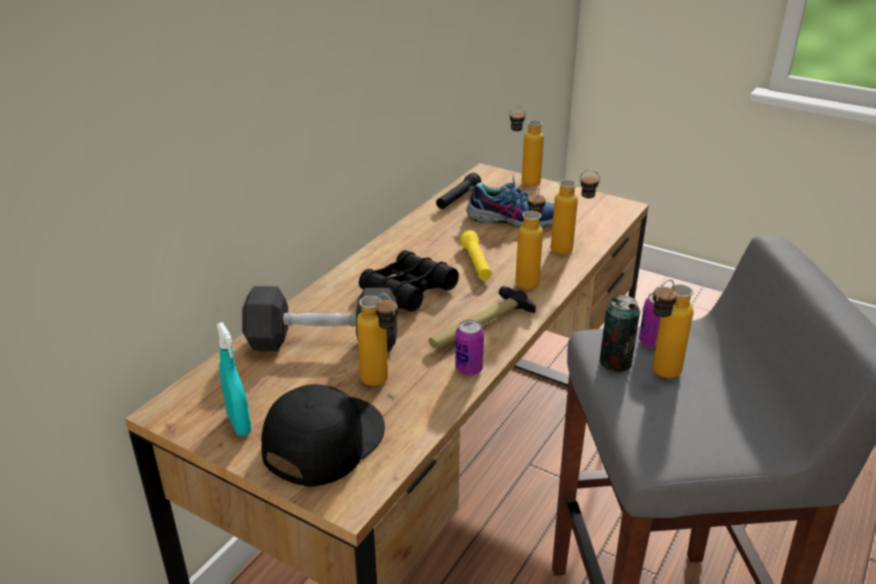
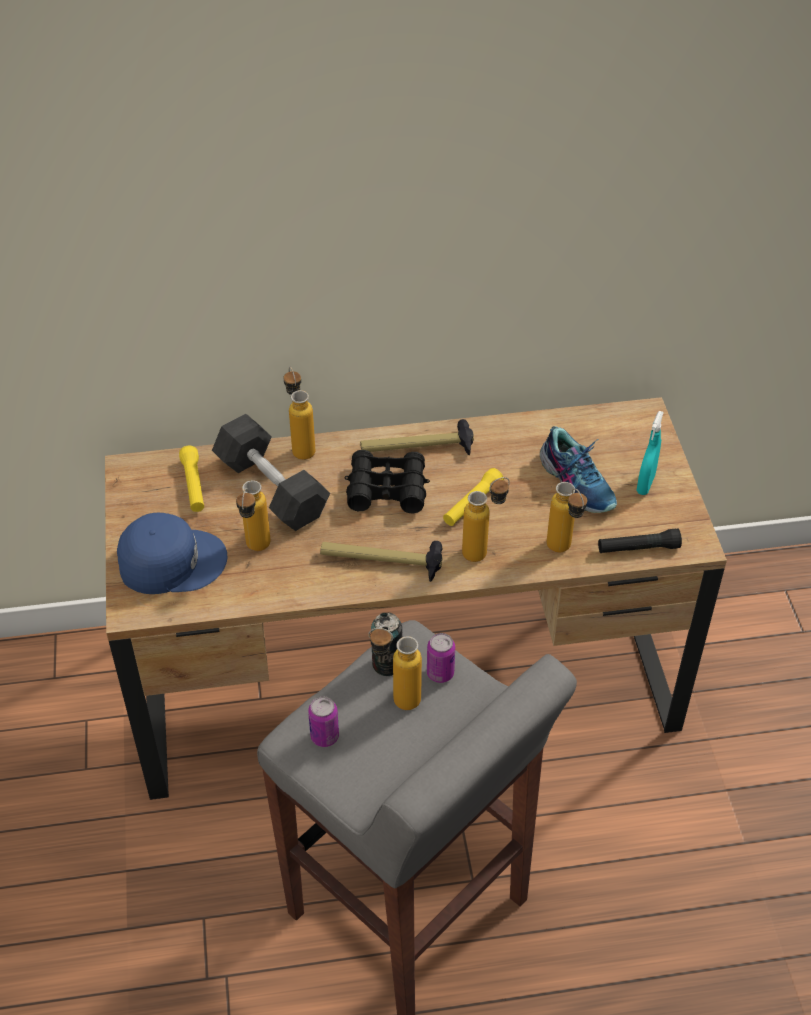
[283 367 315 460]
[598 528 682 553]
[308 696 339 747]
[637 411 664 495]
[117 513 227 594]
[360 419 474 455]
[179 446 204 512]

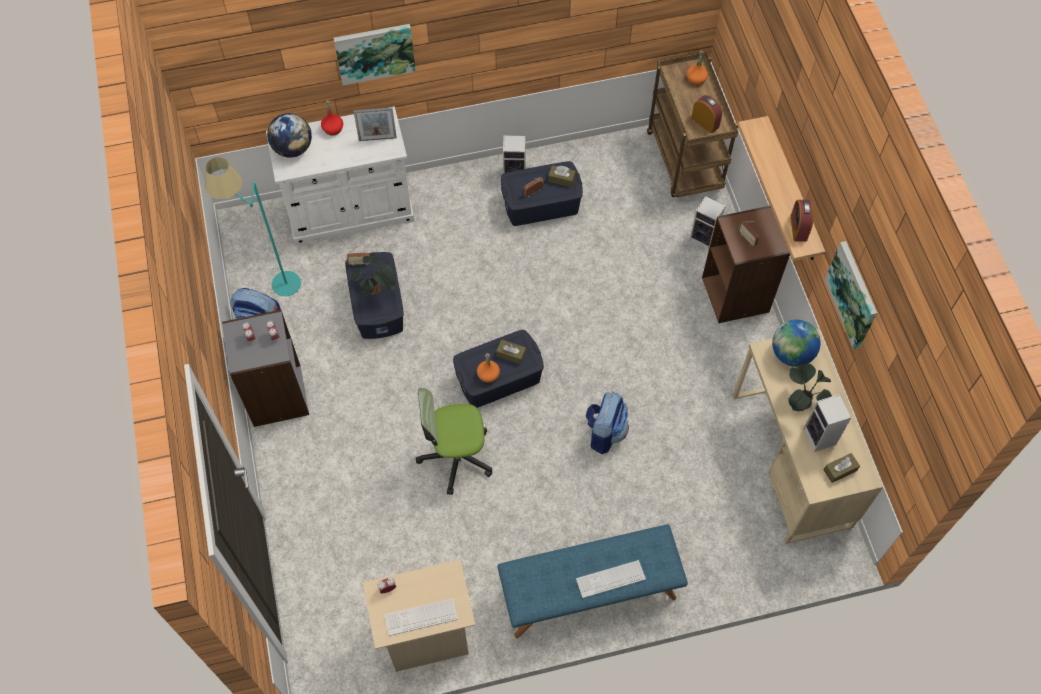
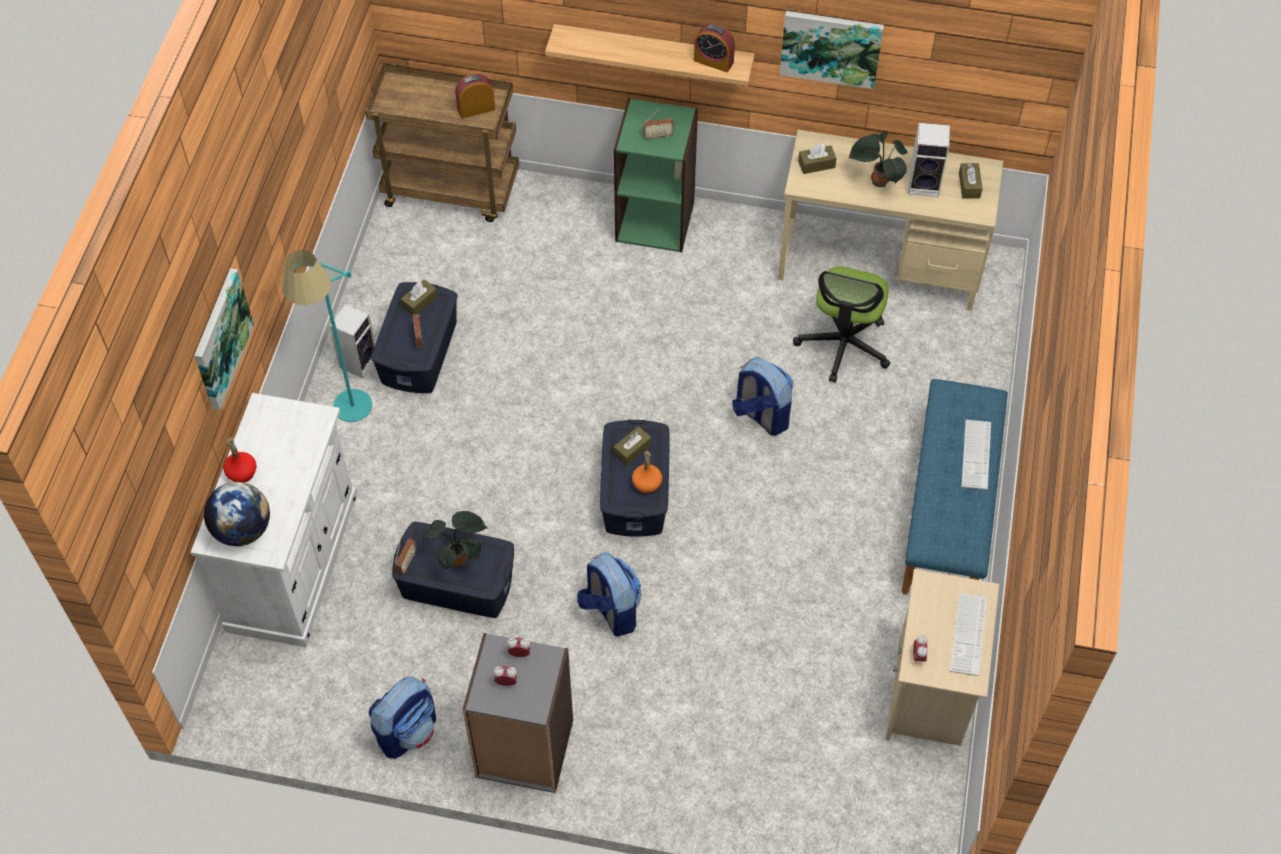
[687 51 708 86] (first image)
[353 107 397 141] (first image)
[282 250 372 422]
[689 196 726 251] (first image)
[614 98 698 252]
[798 144 837 174]
[793 267 890 383]
[577 552 641 637]

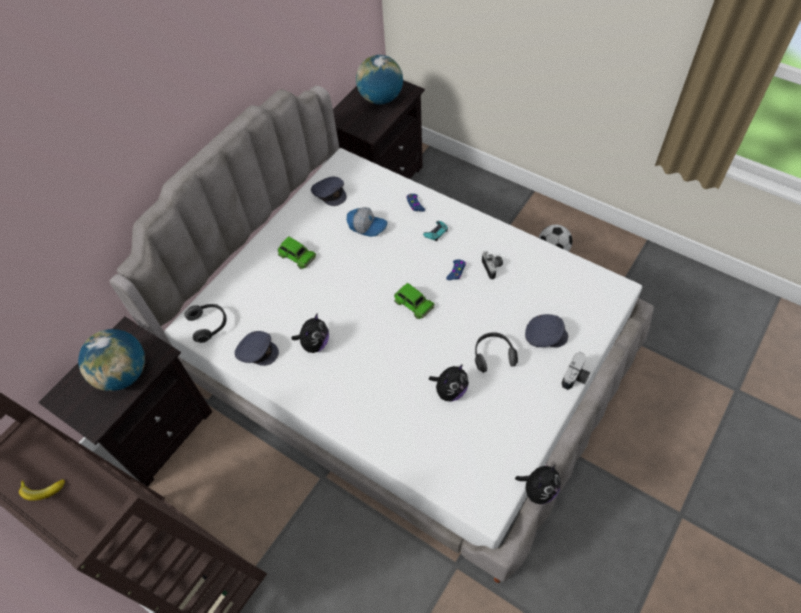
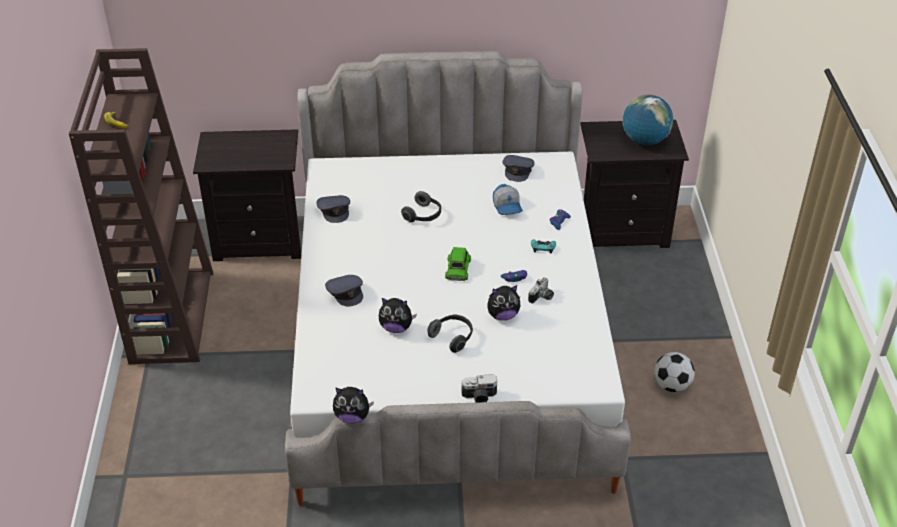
[278 236 316 269] (first image)
[401 191 441 222]
[488 285 520 321]
[325 275 363 307]
[78 329 145 391] (first image)

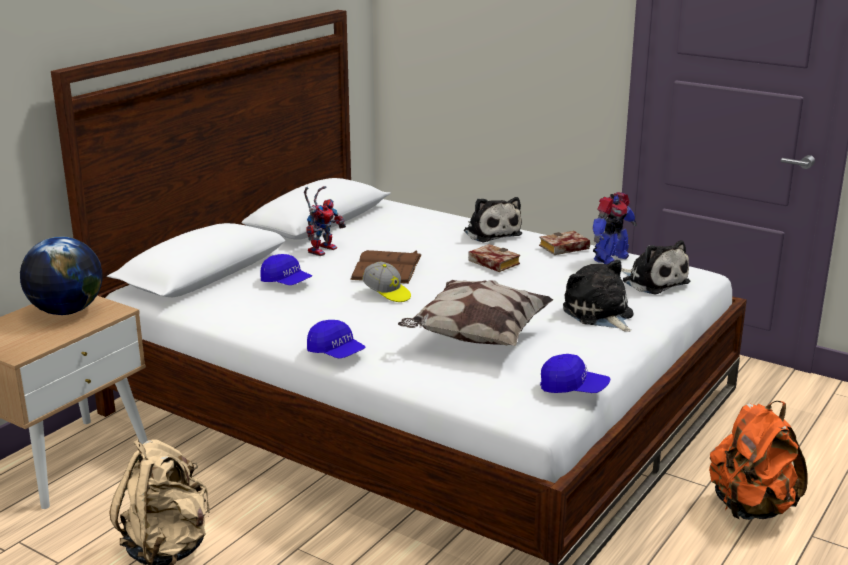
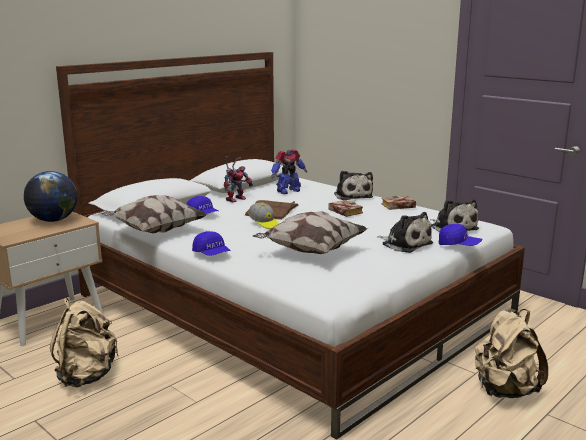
[271 149 307 194]
[377 212 433 253]
[438 224 483 246]
[475 309 548 398]
[101 195 208 234]

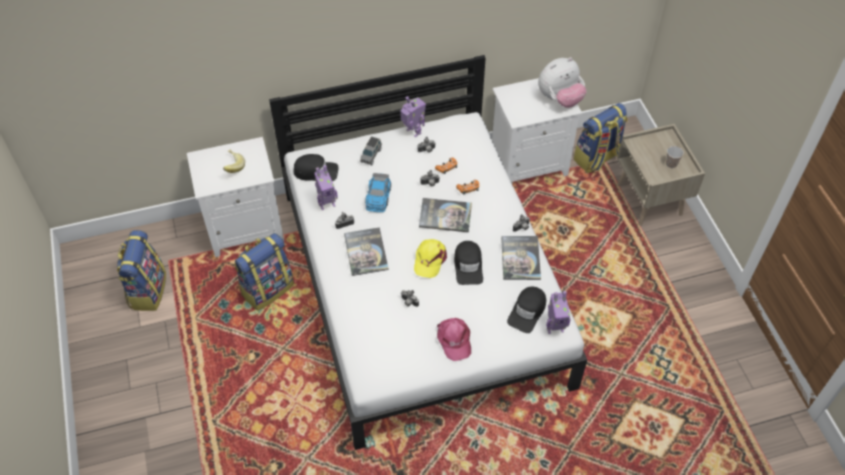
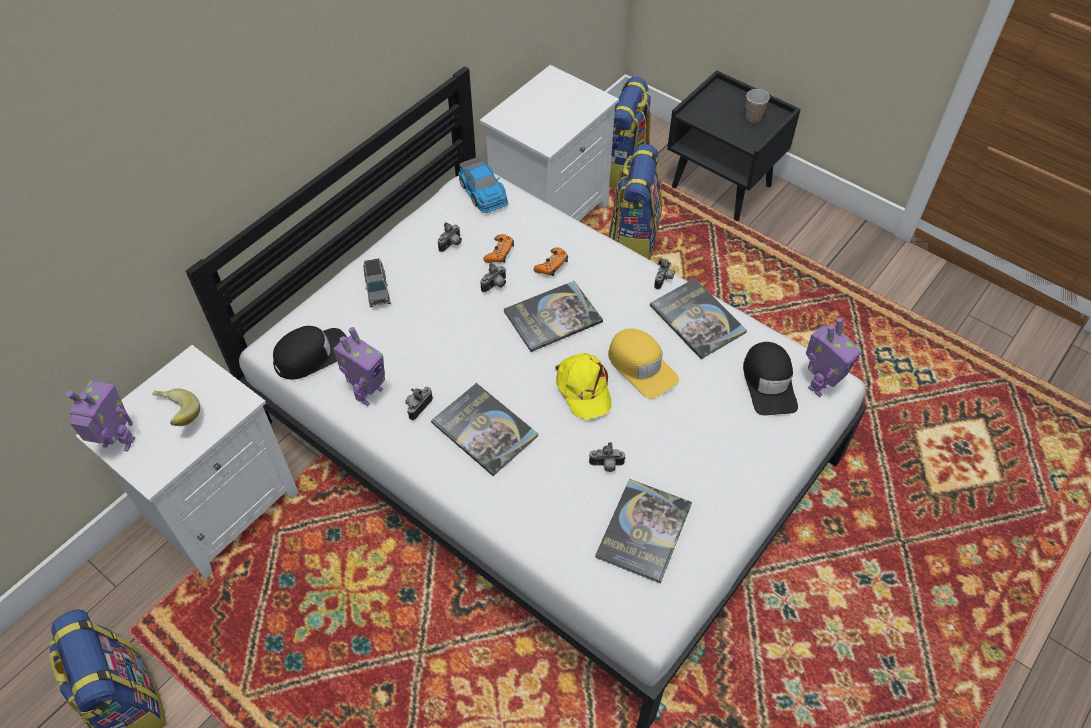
[538 57 586 108] (first image)
[66 380 135 452]
[667 70 801 221]
[459 156 508 213]
[608 144 662 260]
[608 329 679 399]
[437 318 471 361] (first image)
[595 479 692 584]

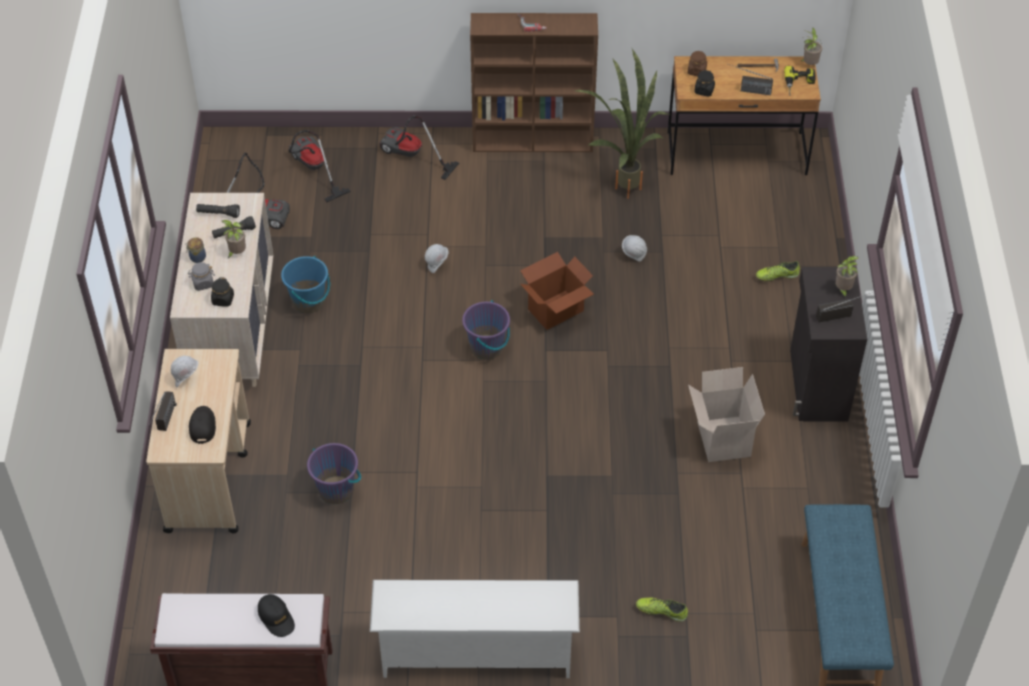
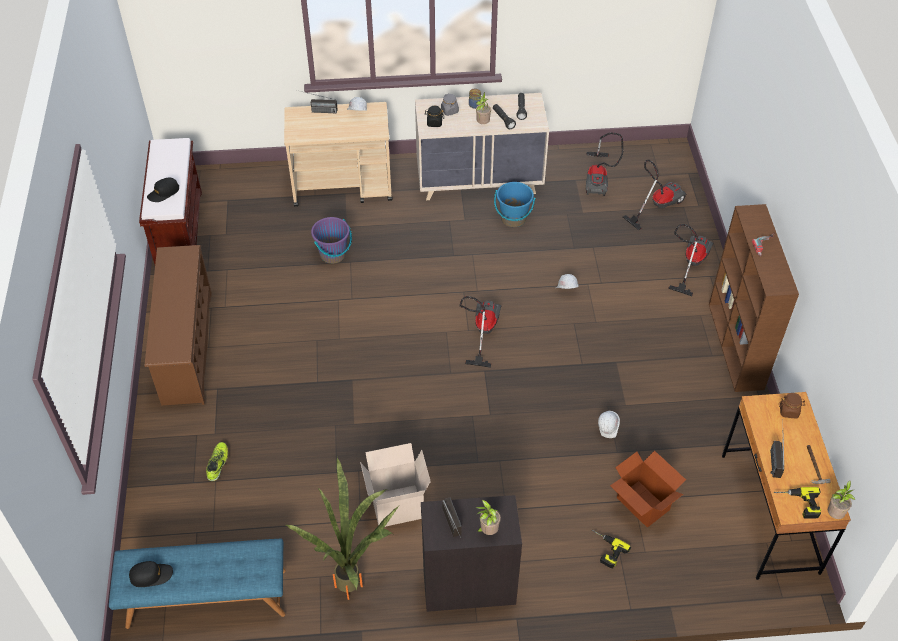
[286 457 399 600]
[694 70 715 97] (first image)
[610 450 686 527]
[592 530 631 568]
[459 296 501 368]
[129 561 173 587]
[145 245 212 406]

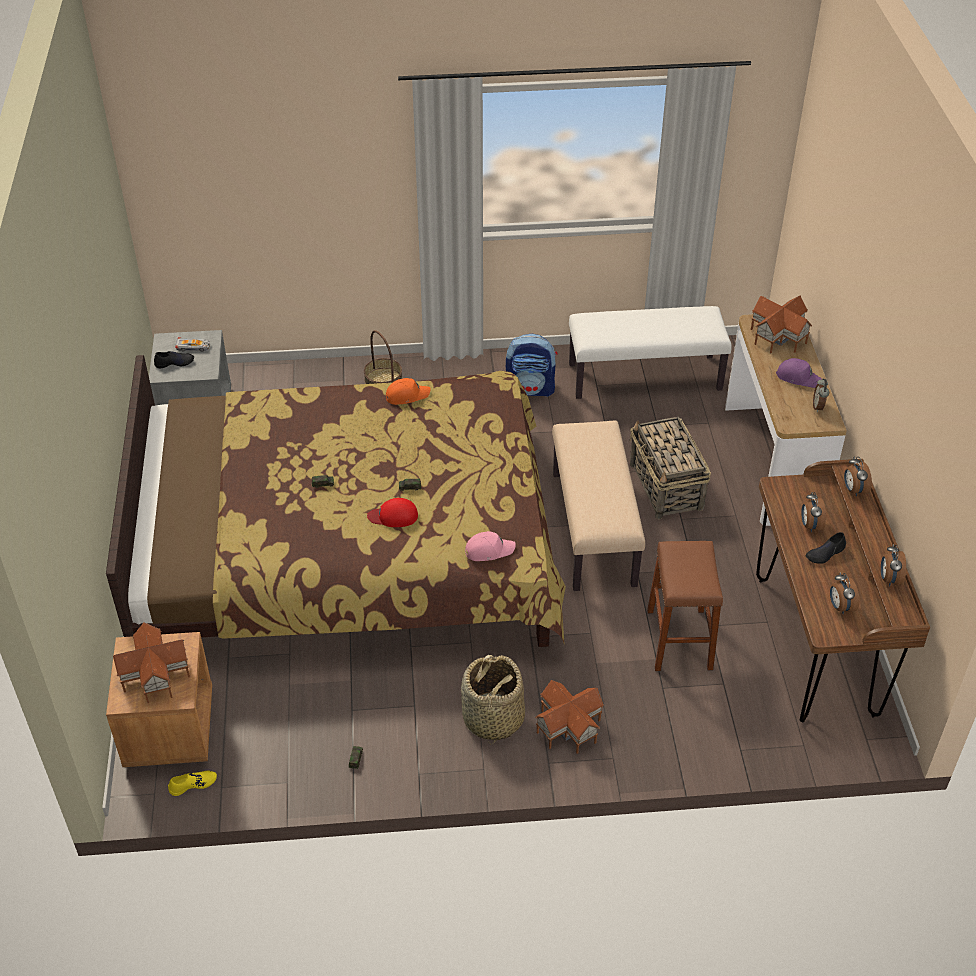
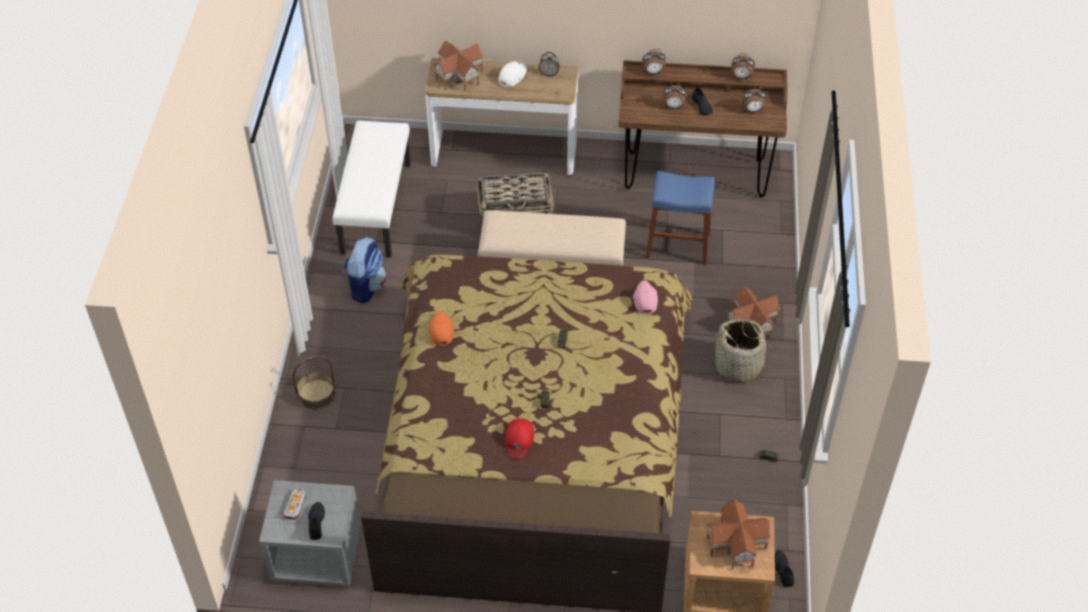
[498 61 527 87]
[505 418 534 459]
[646 171 715 265]
[775 550 794 587]

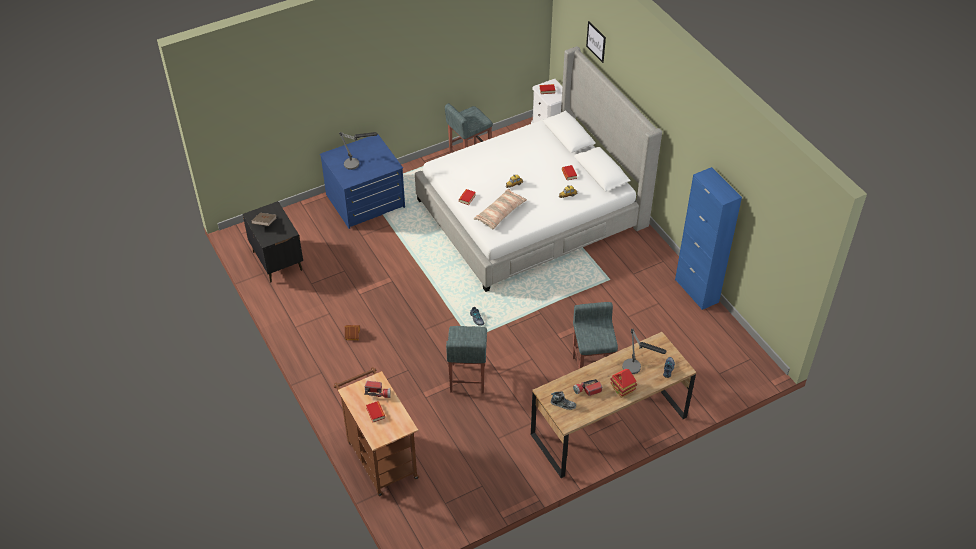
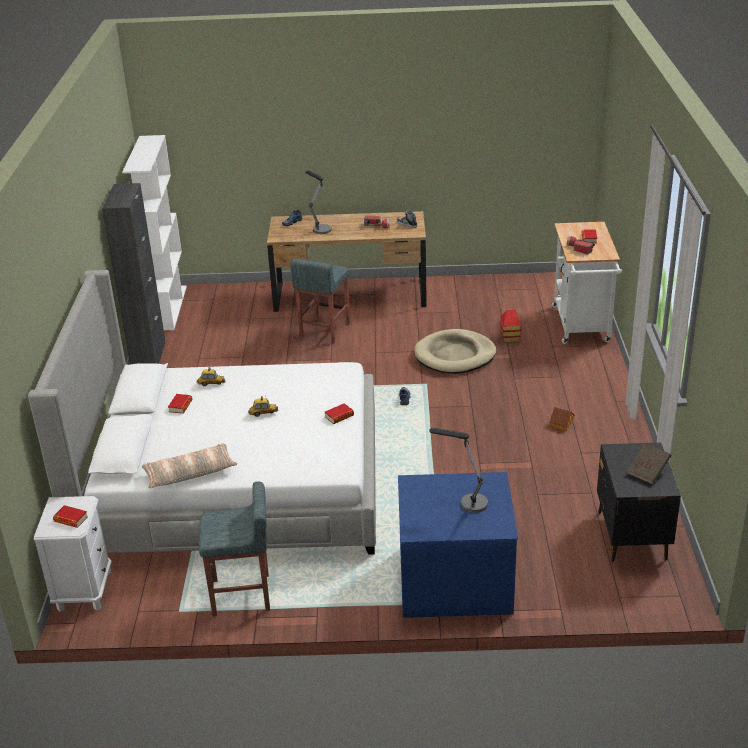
[586 21 606 63] (first image)
[102 183 166 364]
[142 443 237 488]
[414 329 496 374]
[552 222 622 344]
[499 310 522 342]
[122 135 187 330]

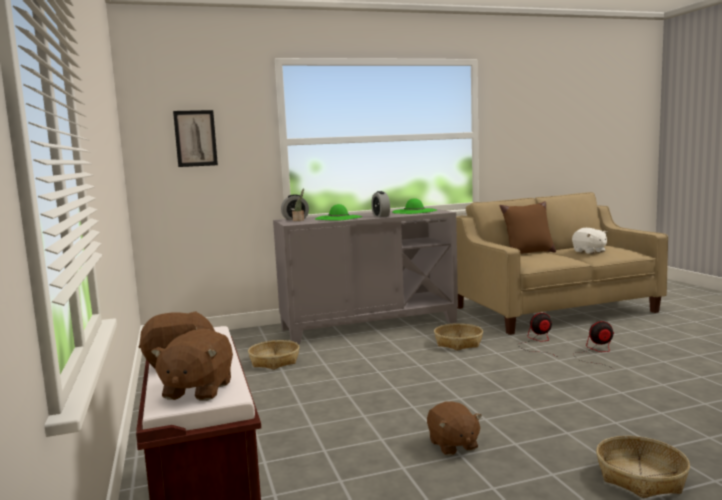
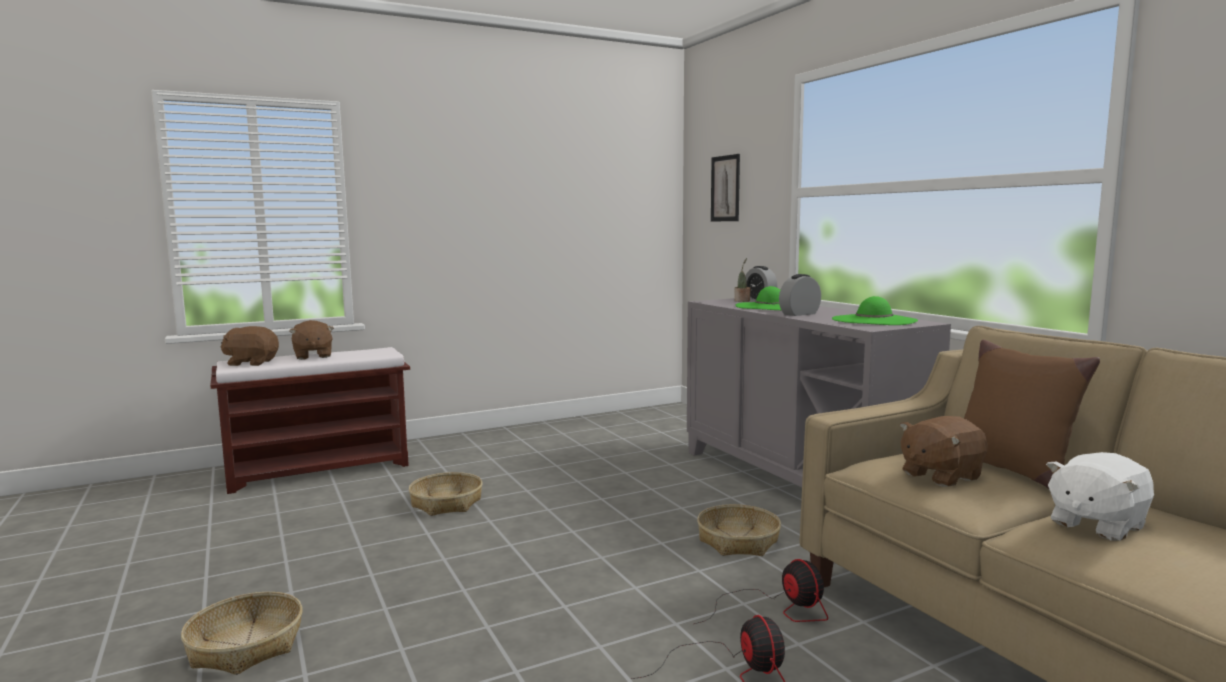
[409 472 483 516]
[900 416 988 487]

